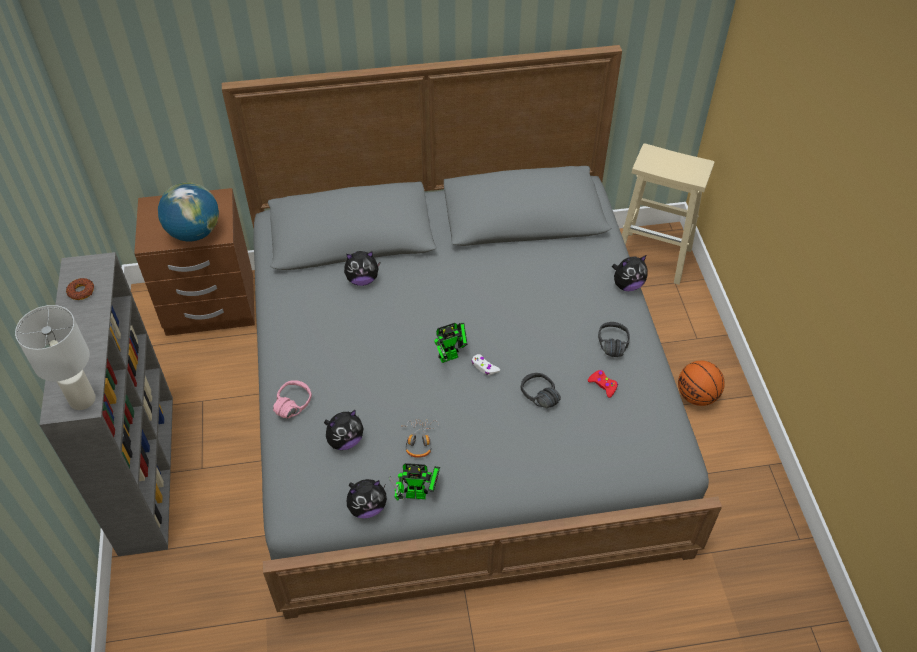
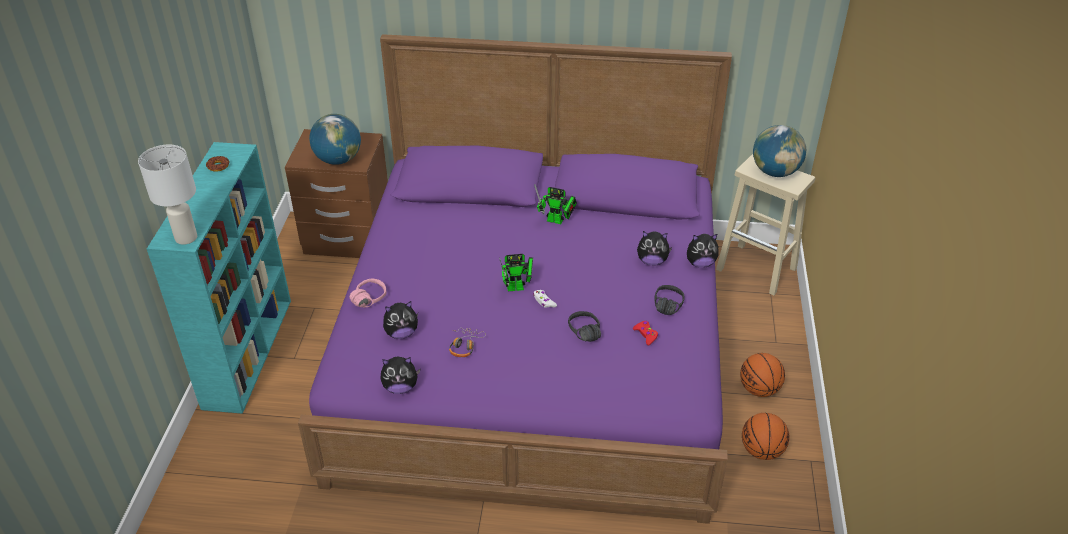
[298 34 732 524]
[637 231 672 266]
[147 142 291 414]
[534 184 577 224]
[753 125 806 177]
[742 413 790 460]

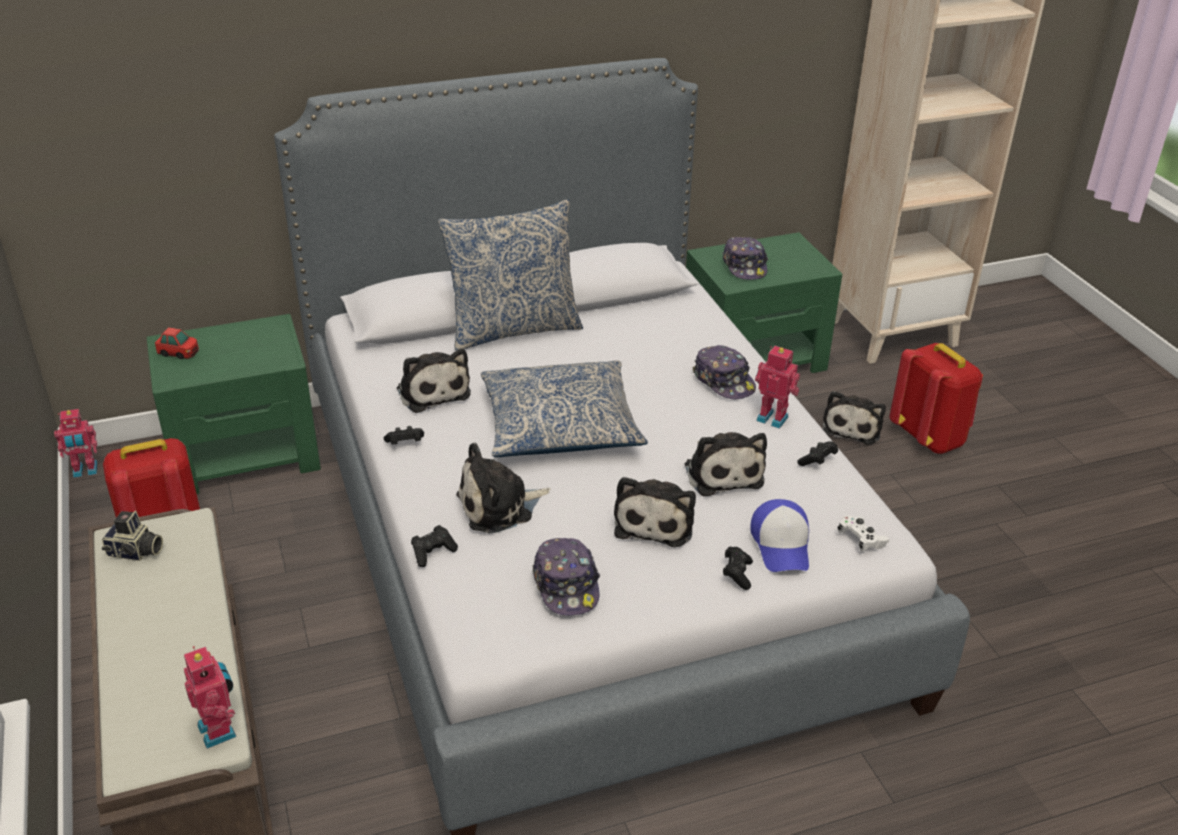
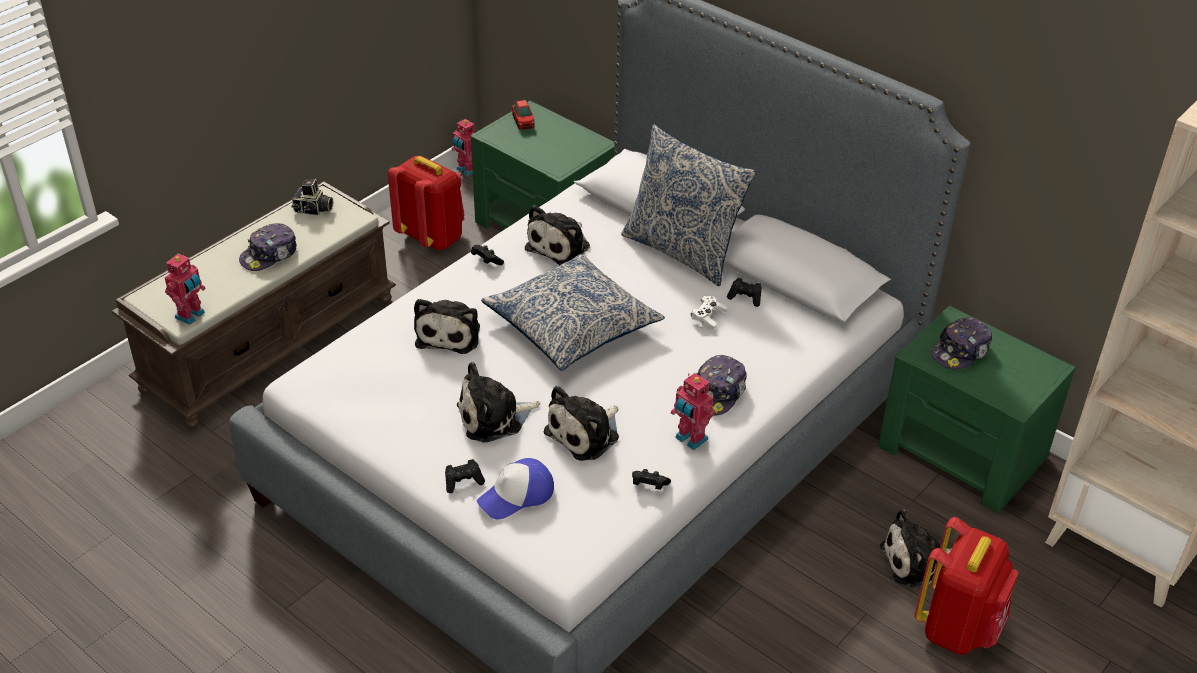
[671 373 715 450]
[414 299 480 354]
[292 179 333 216]
[691 296 728 330]
[727 278 762 307]
[239 223 297 271]

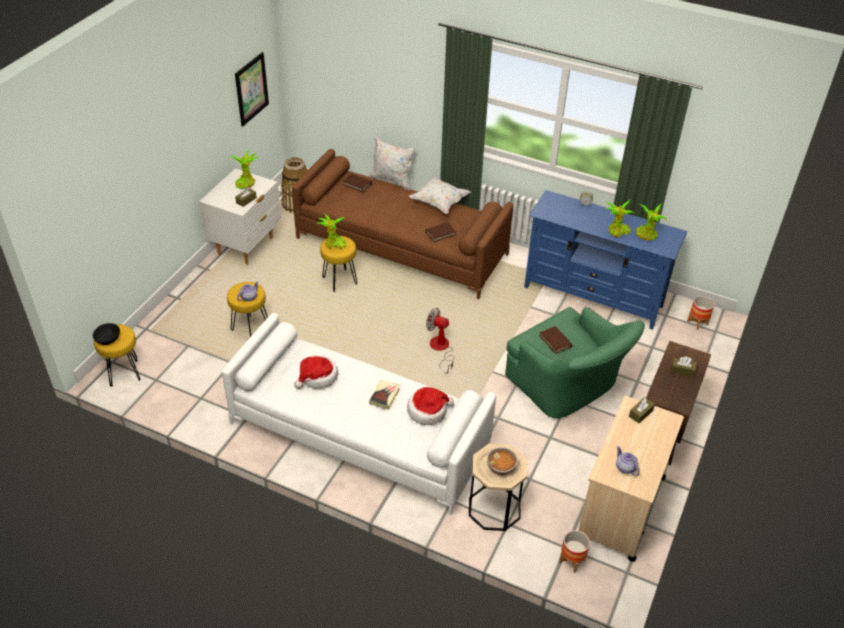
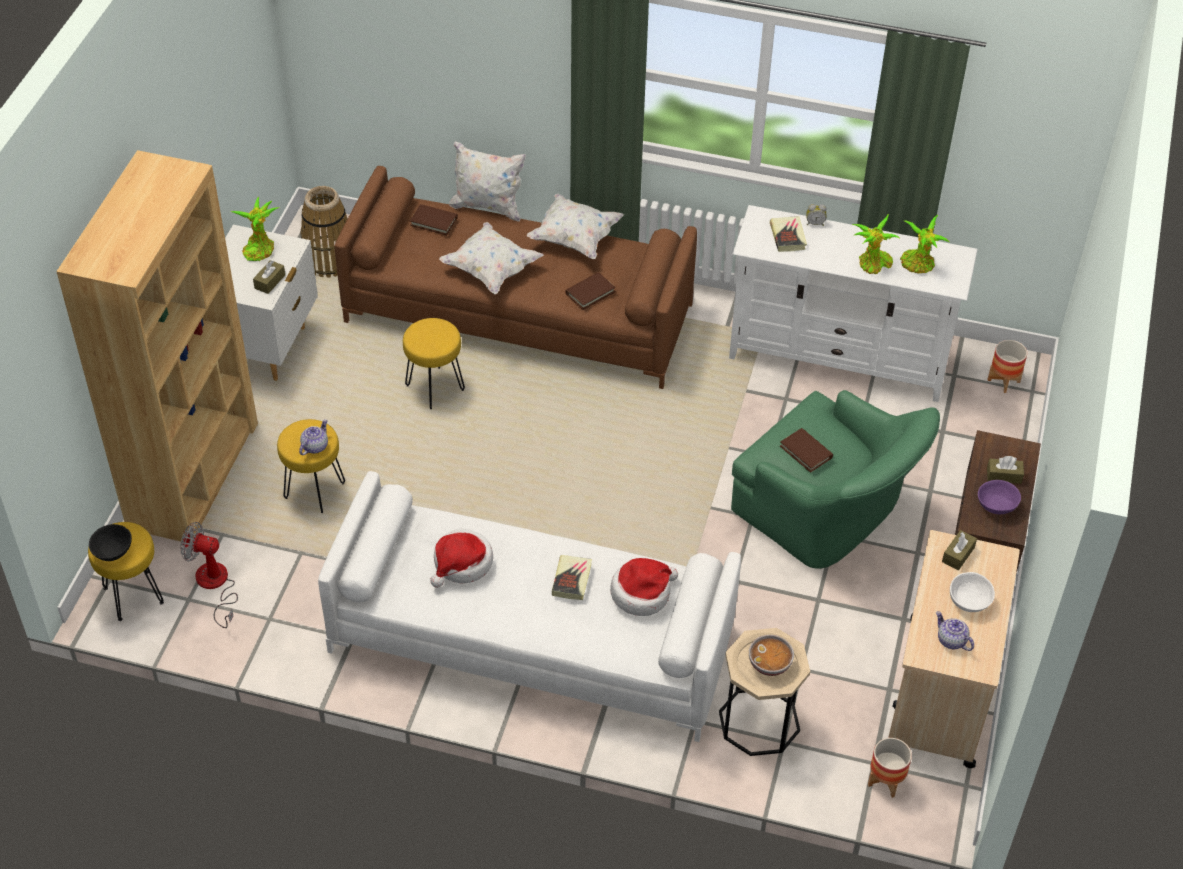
[235 52 269 127] (first image)
[729 205 978 402]
[317 214 347 249] (first image)
[180 522 238 628]
[56 150 258 541]
[770 216 807 252]
[439 222 544 294]
[978 480 1021 514]
[950 572 995 612]

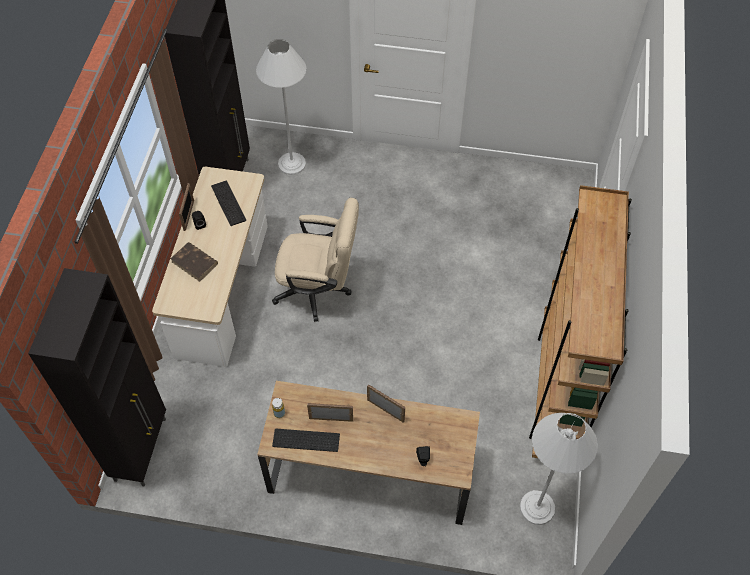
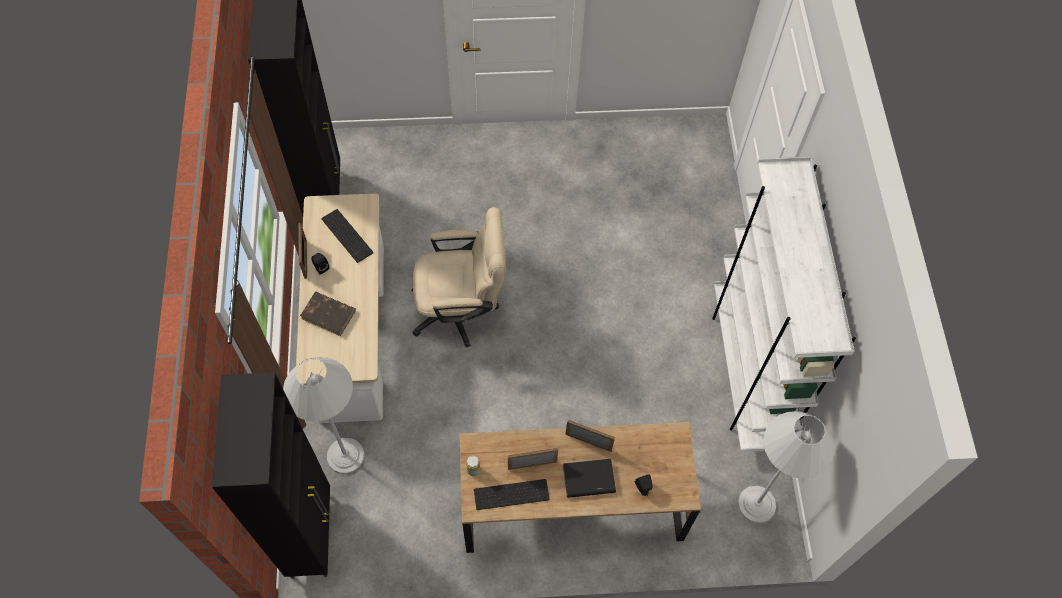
[283 357 365 474]
[712 157 856 452]
[563 459 616 498]

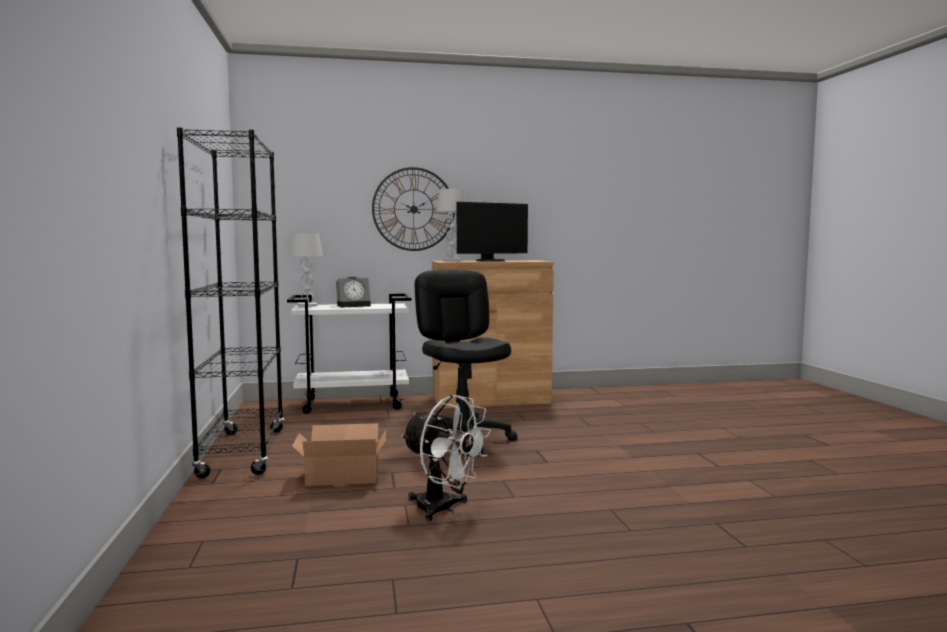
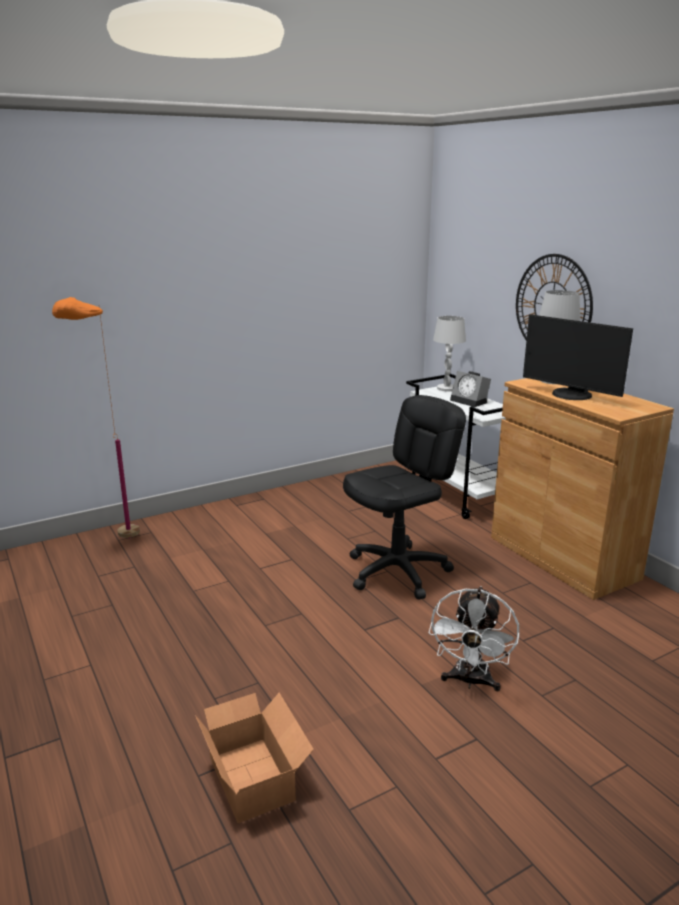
[177 127 285 478] (first image)
[429 586 519 692]
[195 693 314 823]
[52 297 140 539]

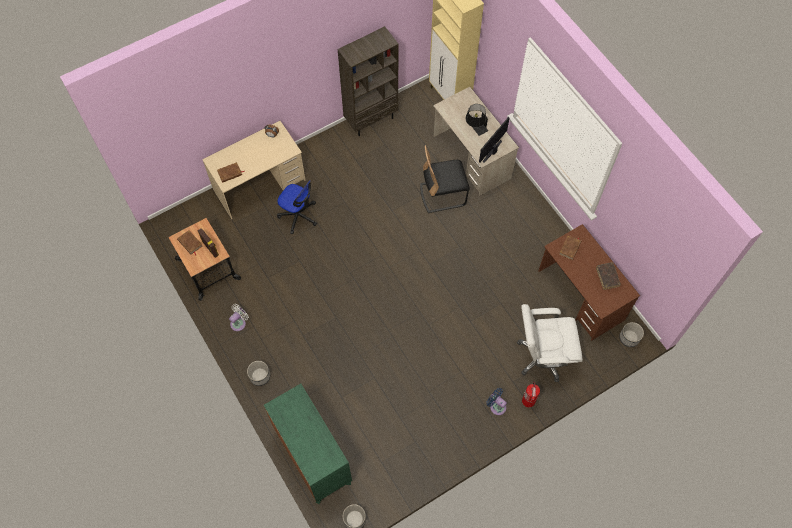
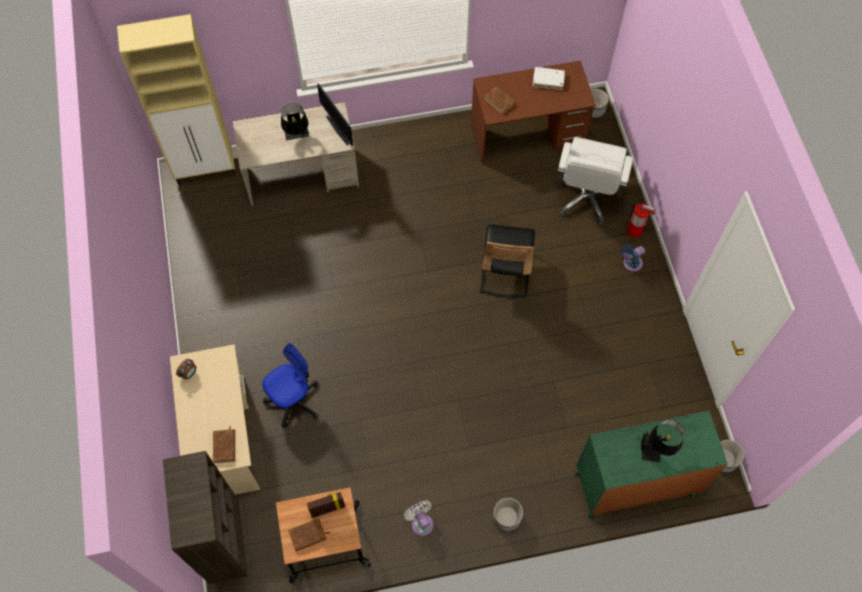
[163 451 248 584]
[480 224 535 298]
[533 67 565 90]
[641 420 685 462]

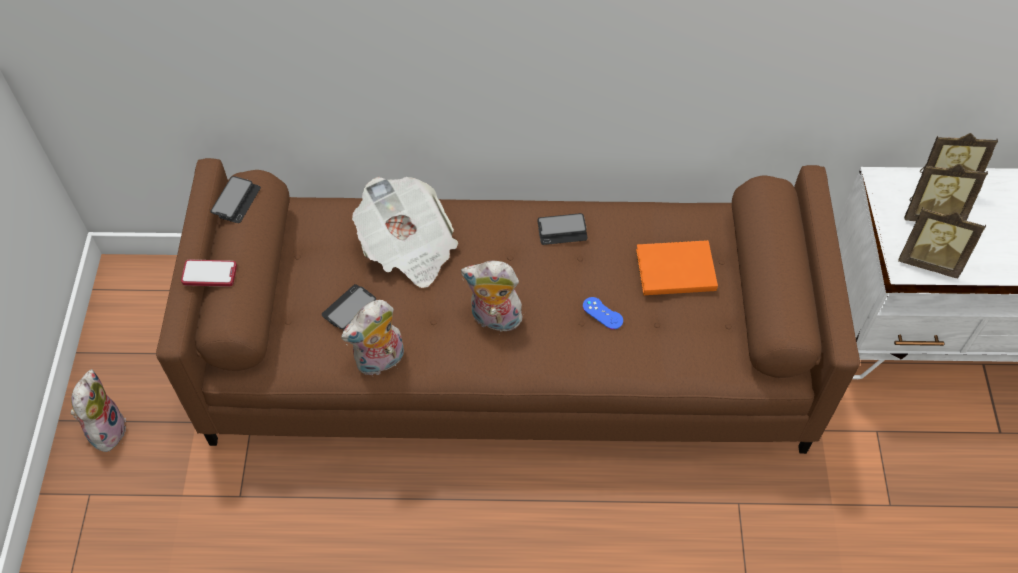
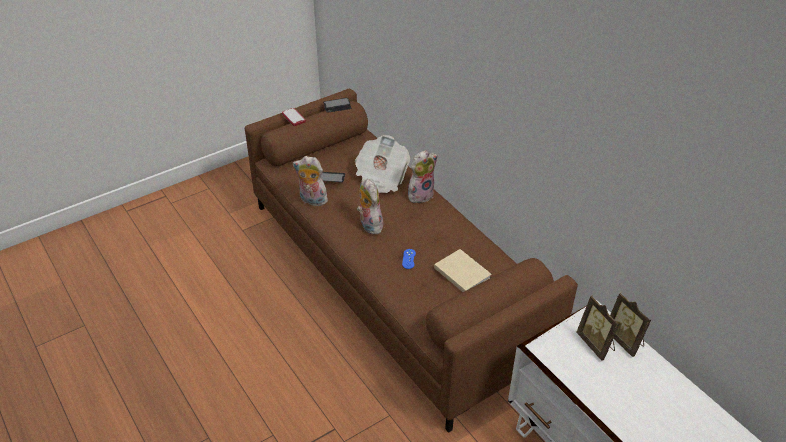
[898 208 986 279] (first image)
[537 213 587 245] (first image)
[434 249 492 292]
[408 150 438 203]

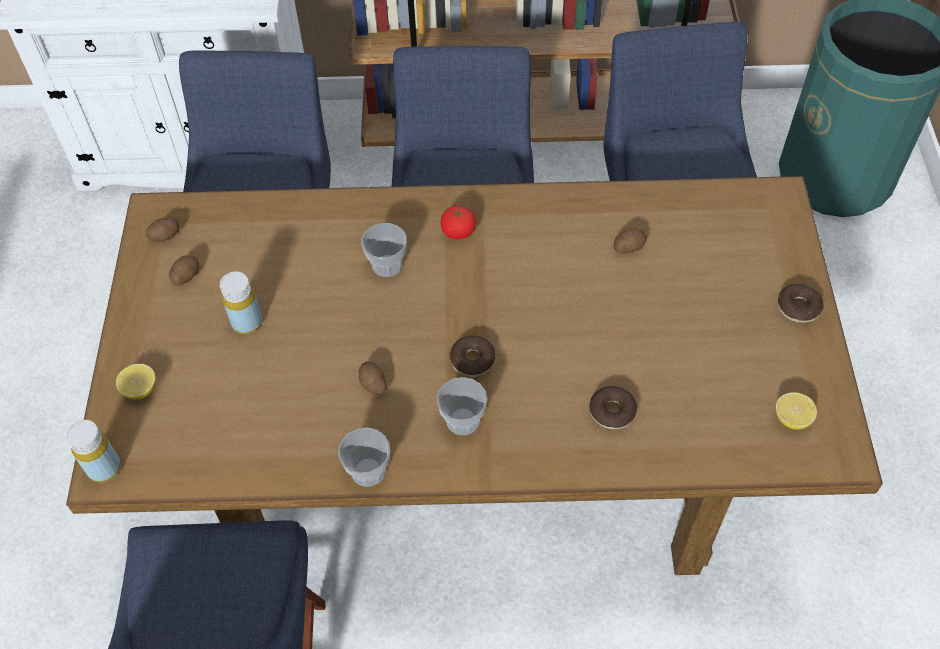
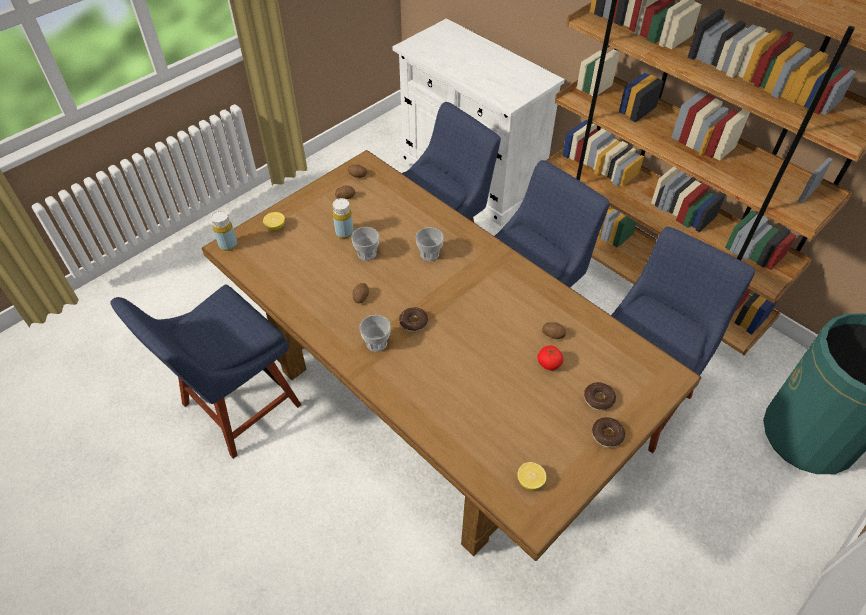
[537 345 563 370]
[584 382 616 411]
[351 227 379 261]

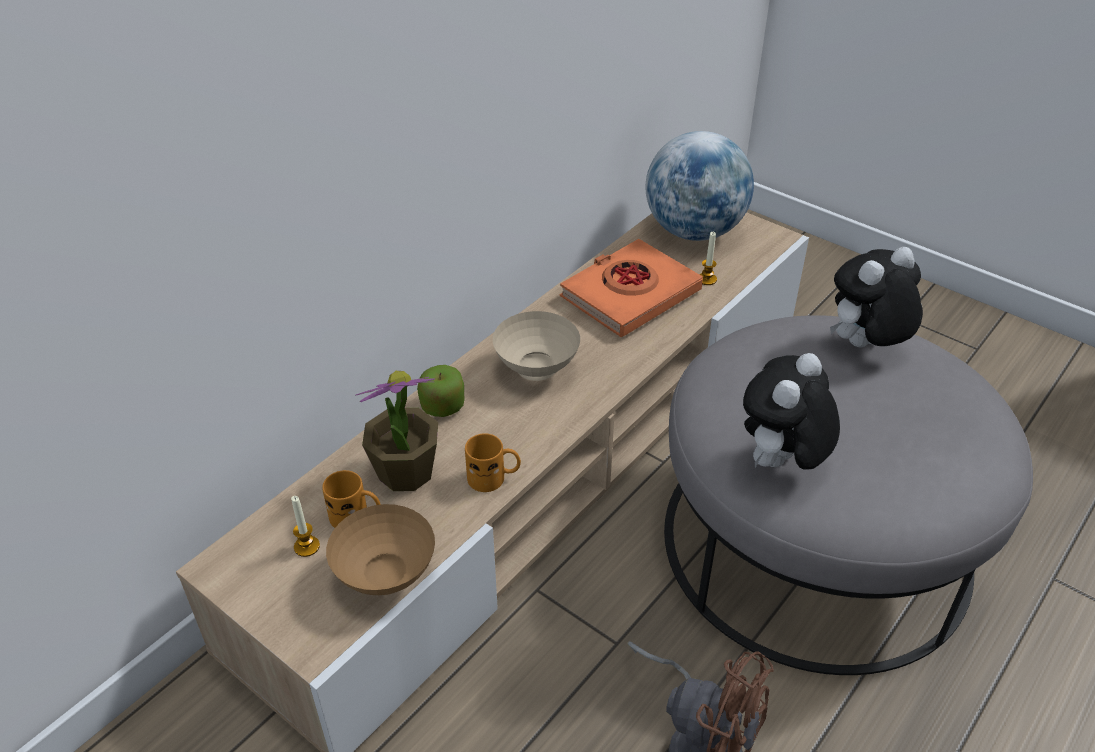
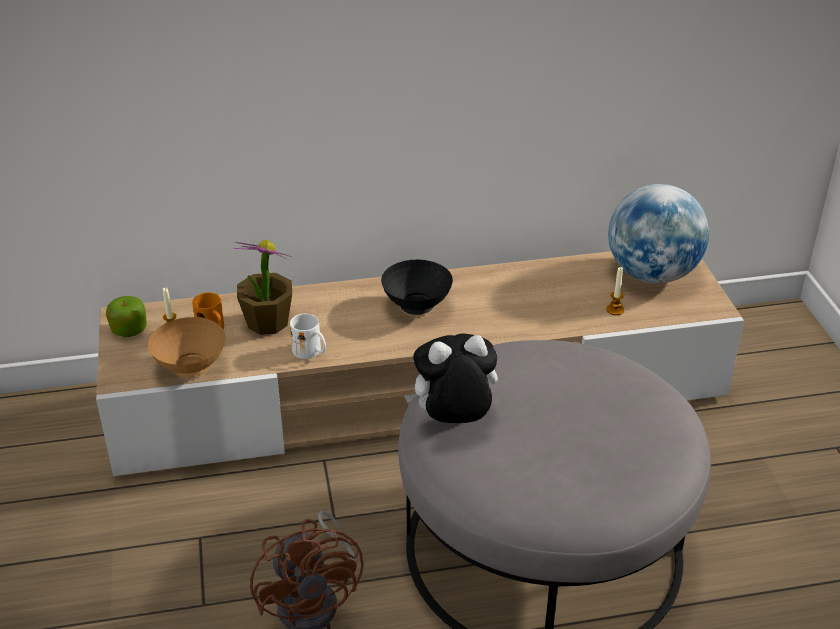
[560 239 703 337] (first image)
[830 247 923 347] (first image)
[381 260 453 315]
[106 296 147 337]
[290 314 326 359]

